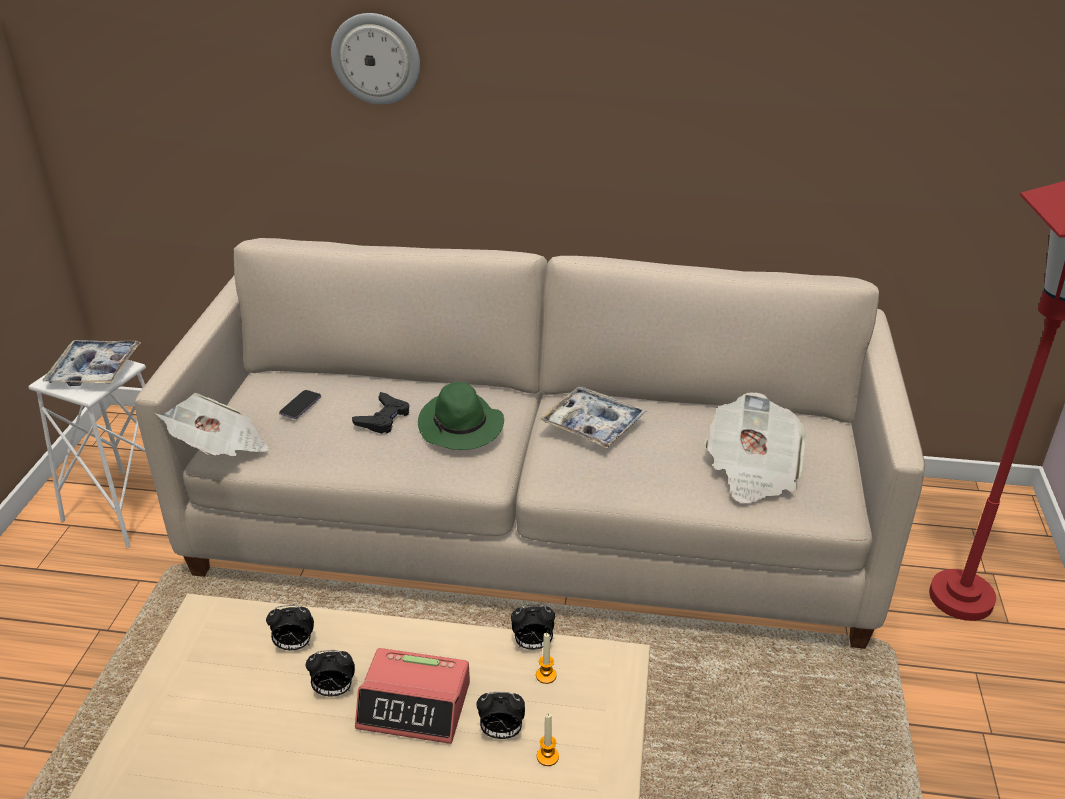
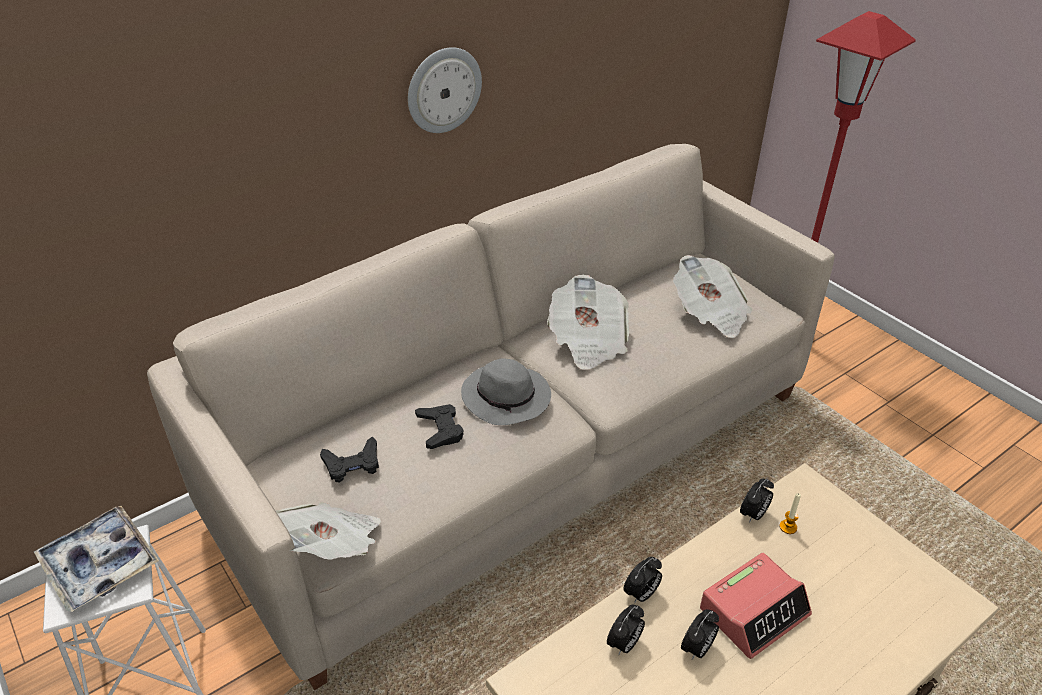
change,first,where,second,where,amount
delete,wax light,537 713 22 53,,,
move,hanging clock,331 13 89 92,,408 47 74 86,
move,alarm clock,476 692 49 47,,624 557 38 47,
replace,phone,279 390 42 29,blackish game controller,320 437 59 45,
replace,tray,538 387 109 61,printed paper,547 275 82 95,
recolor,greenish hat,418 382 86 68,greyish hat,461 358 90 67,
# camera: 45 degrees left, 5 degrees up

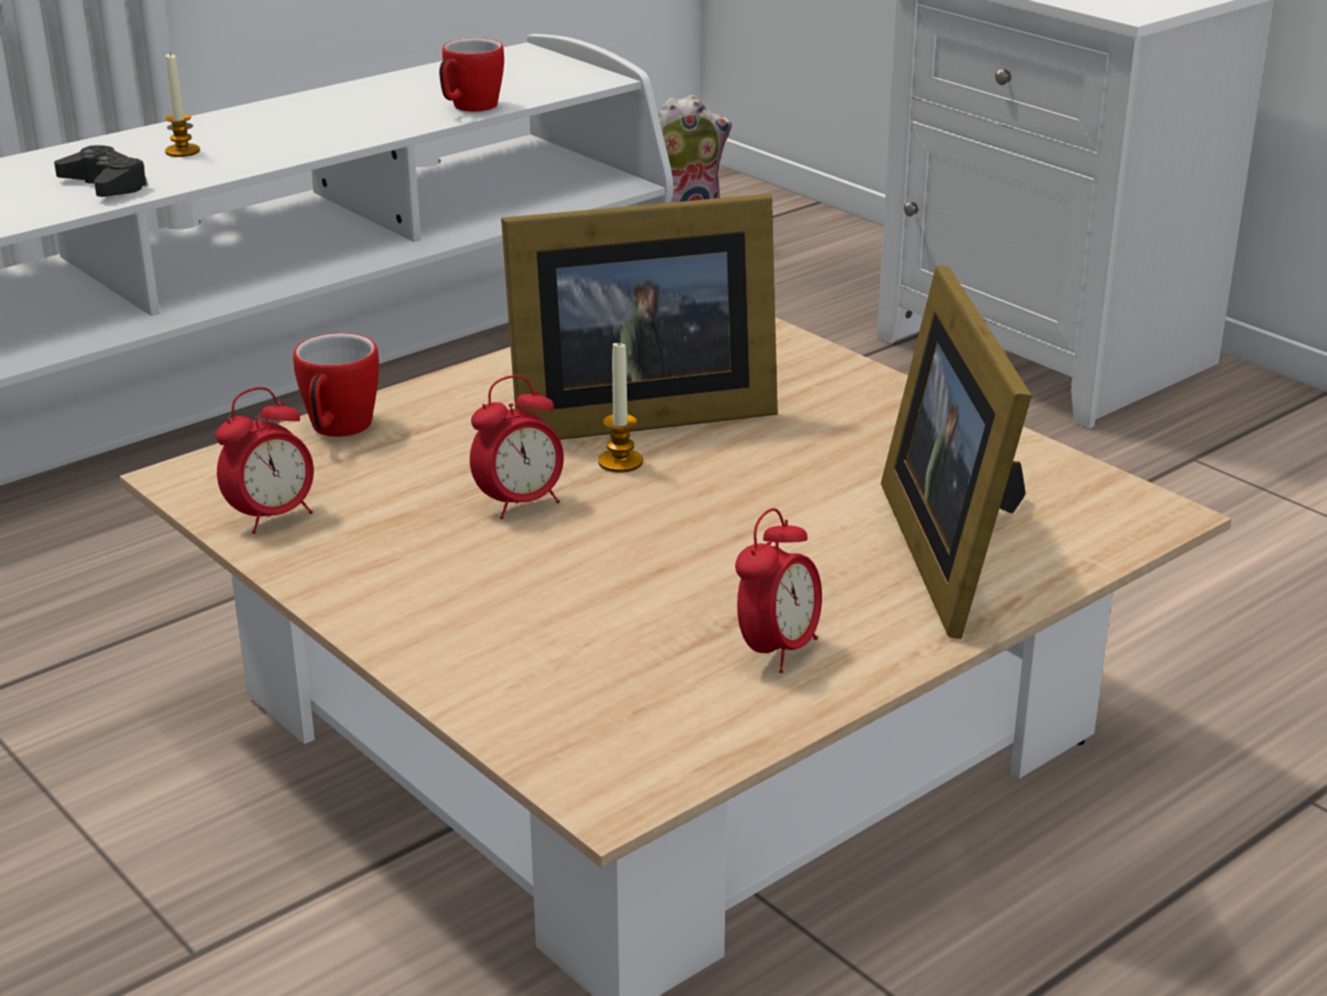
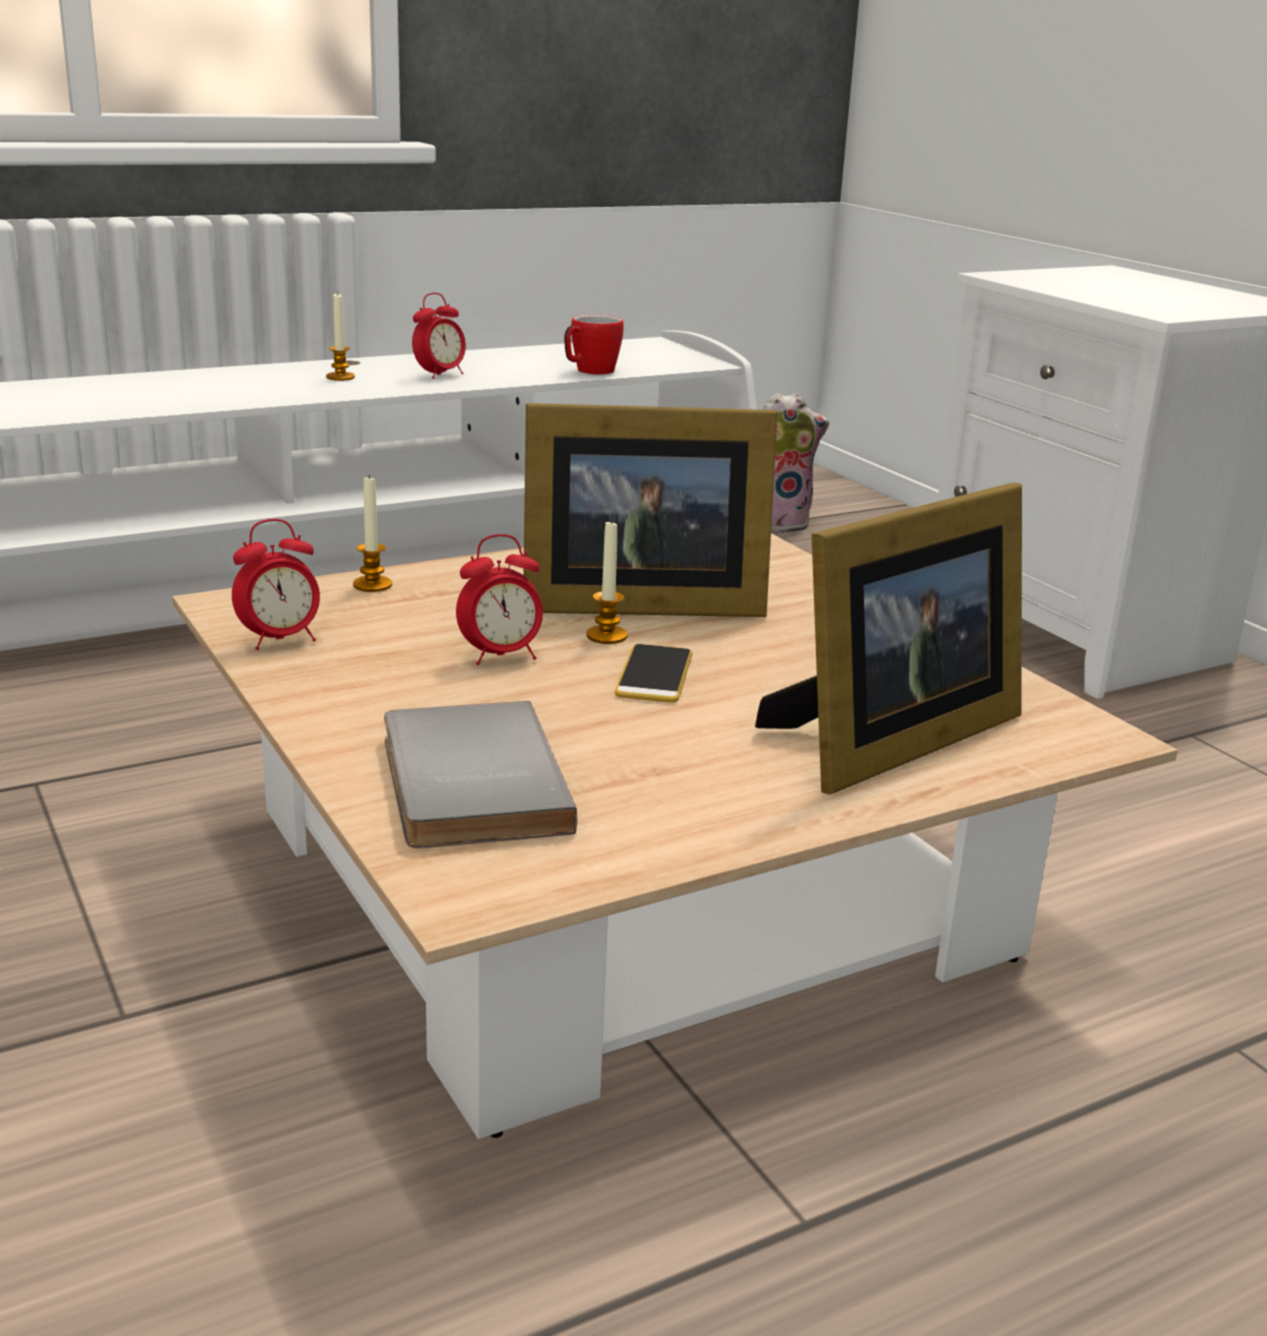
change,first,where,second,where,amount
delete,blackish game controller,54 145 94 52,,,
insert,,,greyish volume,384 701 194 147,
insert,,,phone,615 644 77 59,
move,alarm clock,735 508 87 165,,412 293 54 86,
replace,tea mug,293 333 86 104,wax light,353 475 39 117,
rotate,picture frame,881 265 151 374,,755 482 267 312,135 degrees counterclockwise
# camera: 10 degrees right, 5 degrees down

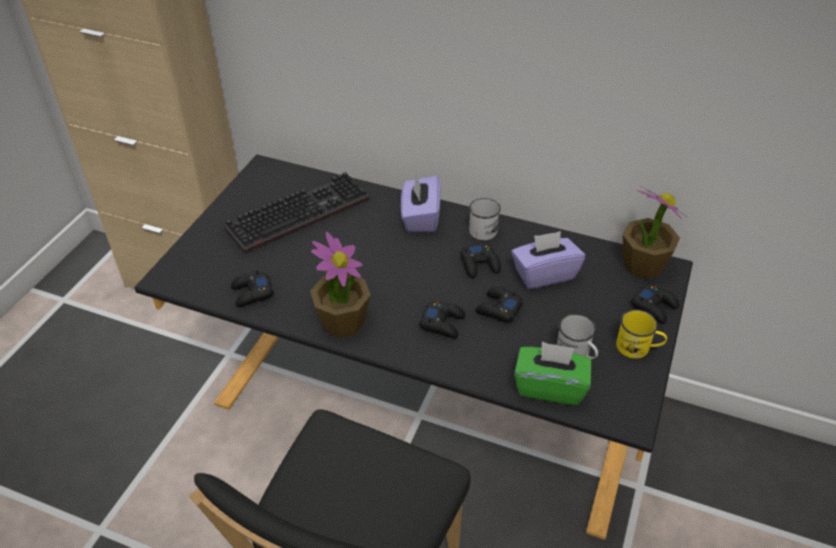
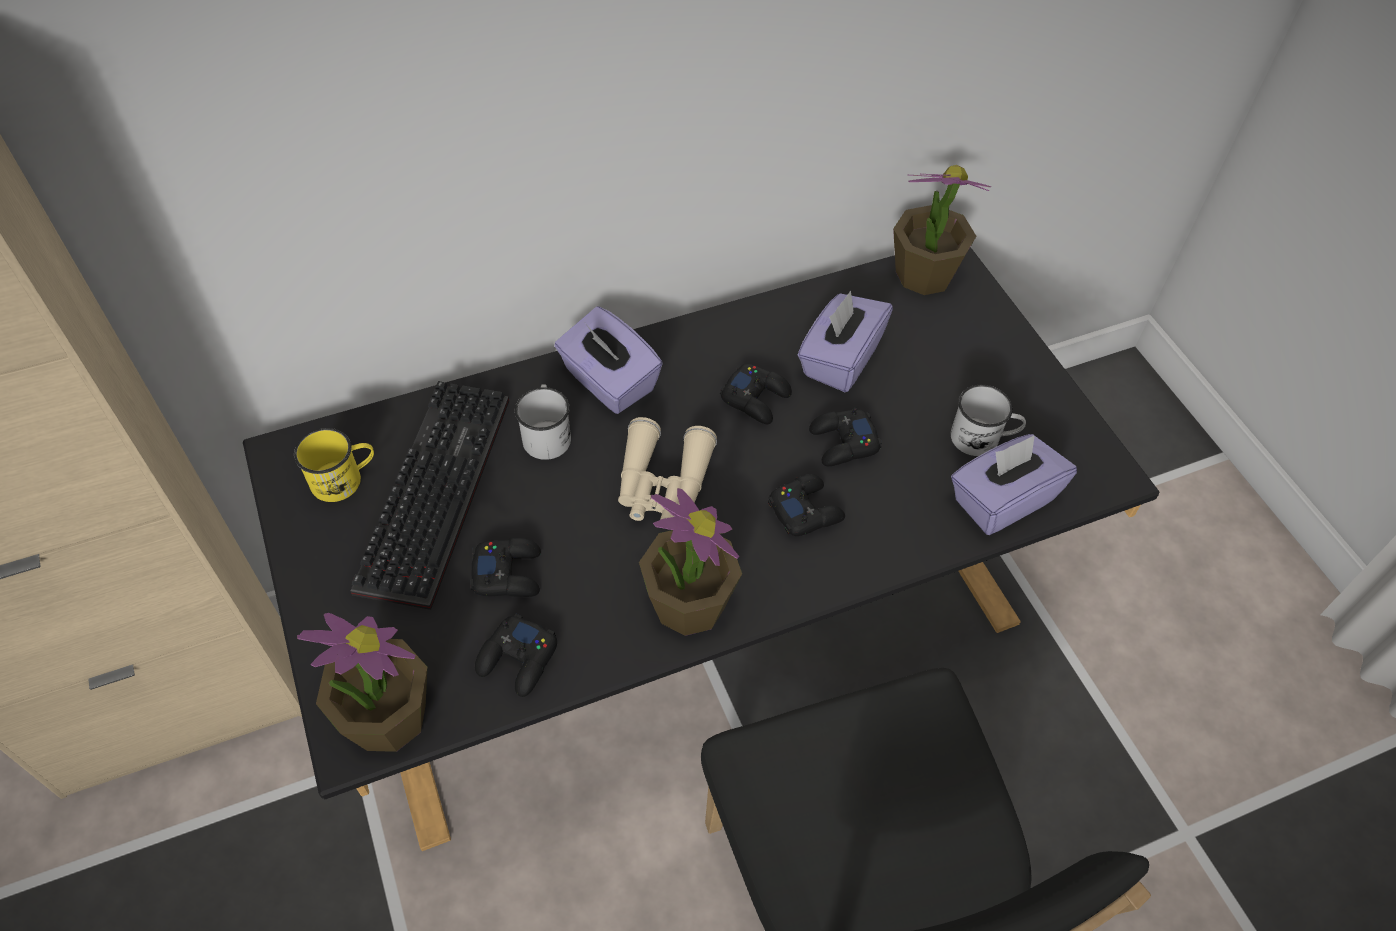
change,first,where,second,where,amount
insert,,,houseplant,297 613 130 139,
insert,,,beige-coloured pair of binoculars,618 417 99 104,
move,white tea mug,469 198 32 42,,515 384 56 76,
move,yellow tea mug,616 309 51 50,,294 428 80 74,
move,blackish game controller,631 284 48 40,,470 538 71 59,
recolor,greenish tissue box,514 341 77 64,purplish tissue box,951 434 126 101,
# camera: 45 degrees left, 10 degrees up

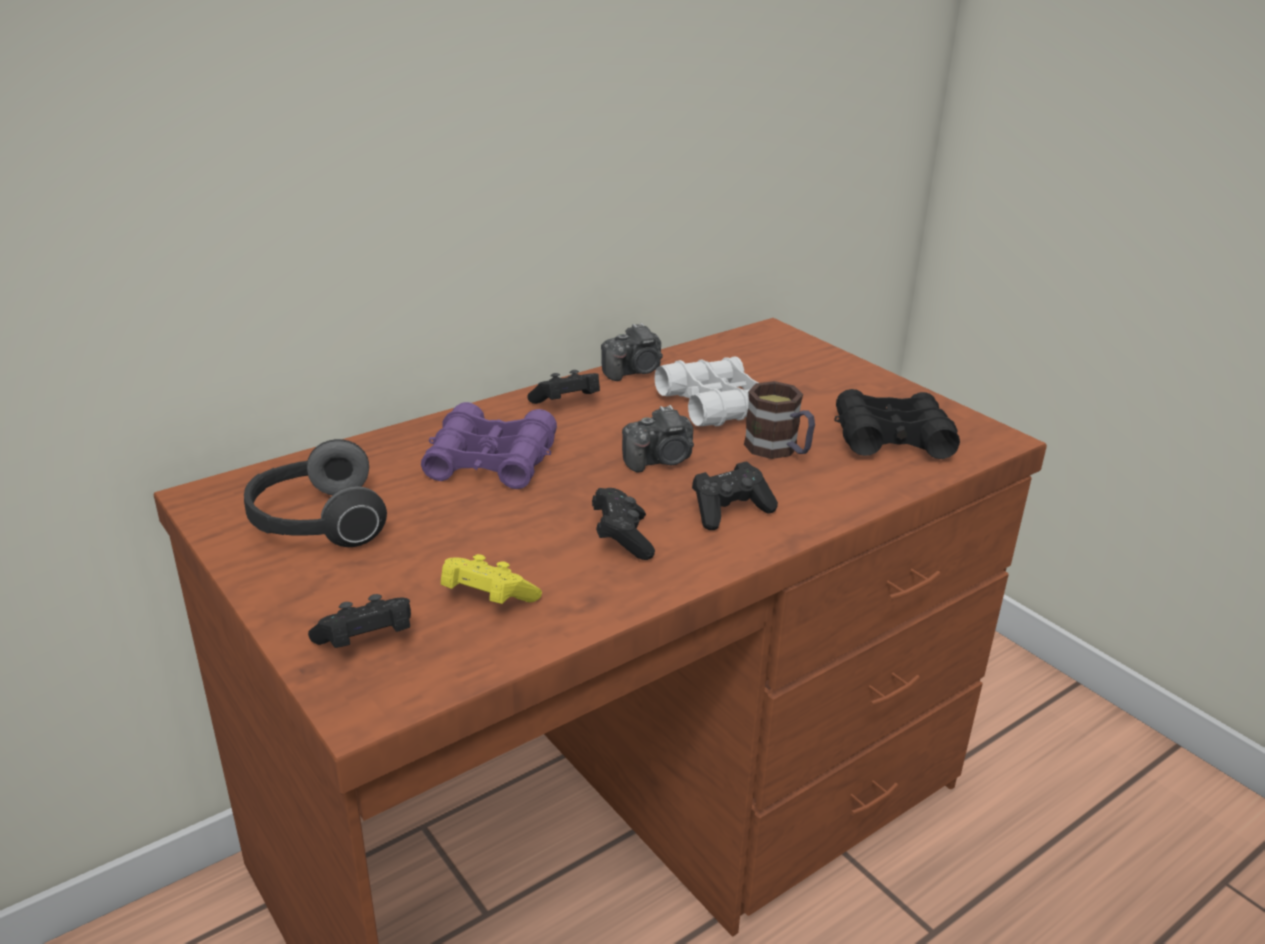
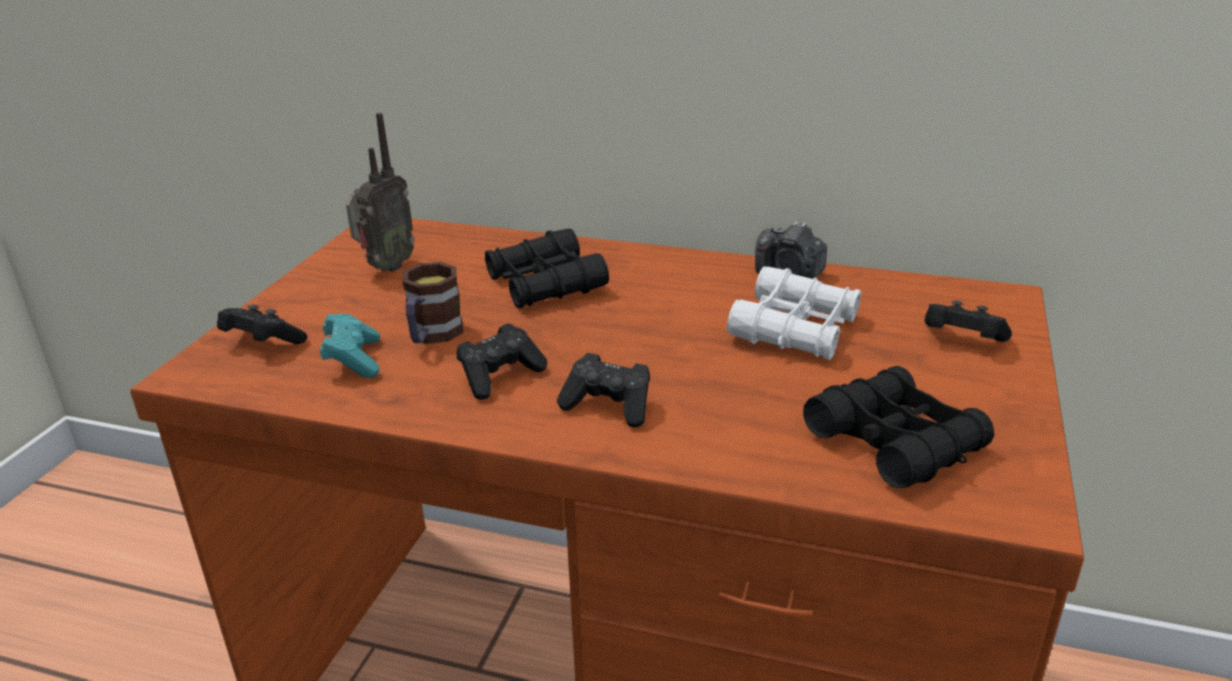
change,first,where,second,where,amount
delete,still camera,622 405 72 67,,,
move,blackish game controller,527 370 73 34,,925 301 87 41,
move,tea mug,744 381 71 78,,402 262 61 82,
replace,pair of headphones,244 439 143 108,radio,346 113 69 159,
recolor,purplish pair of binoculars,421 402 136 87,blackish pair of binoculars,485 228 124 81,
recolor,yellow game controller,441 554 101 50,turquoise-coloured game controller,320 314 60 64,
# camera: 55 degrees right, 0 degrees up

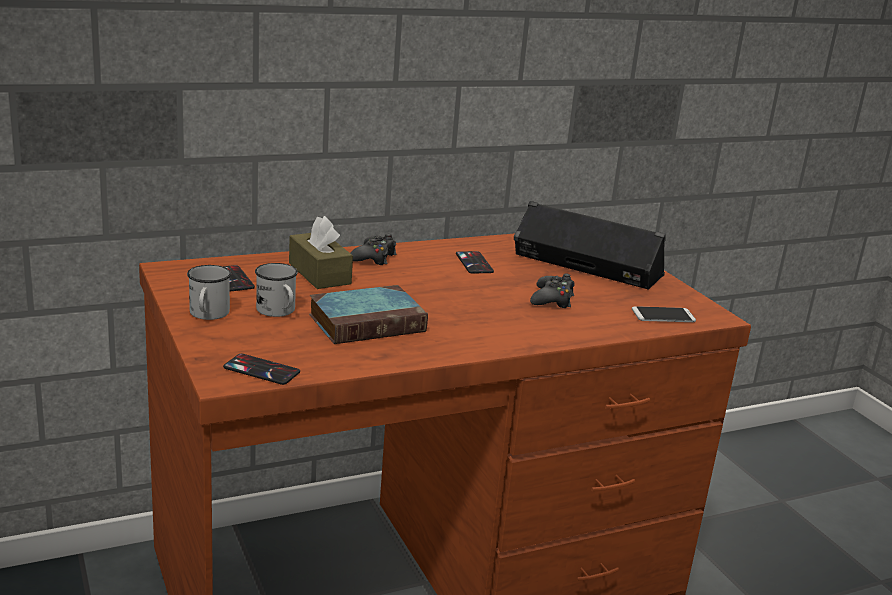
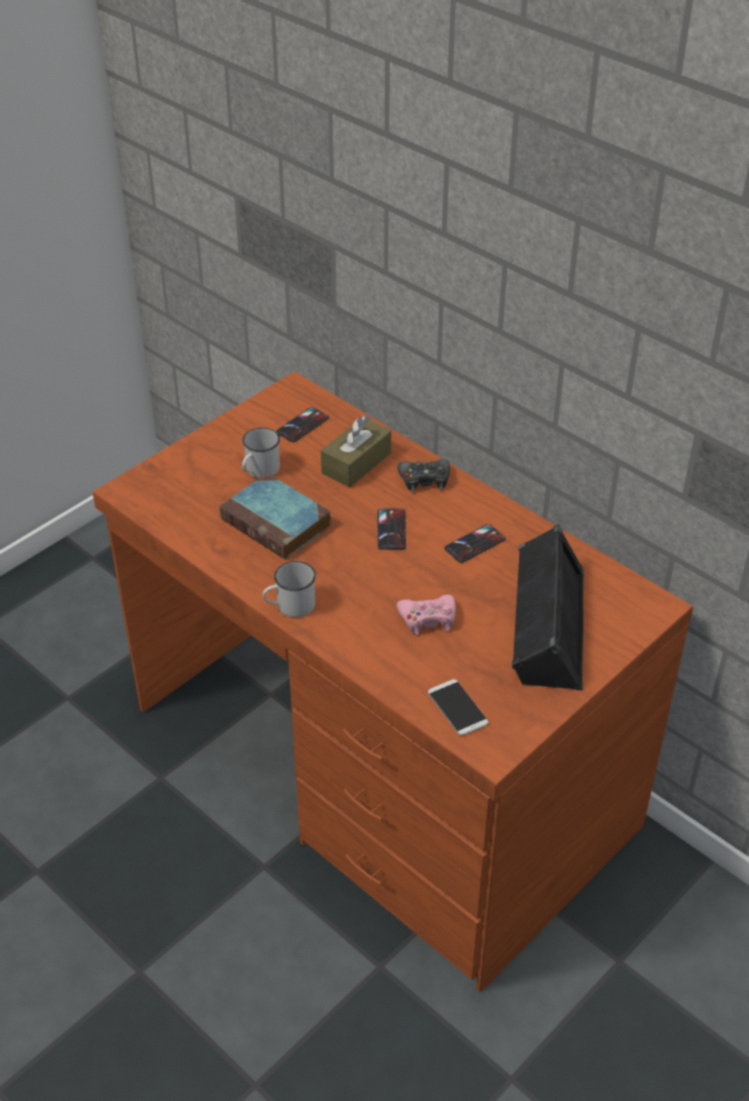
change,first,where,second,where,amount
move,white tea mug,187 265 44 55,,263 561 53 56,
move,phone,223 354 77 31,,377 509 29 41,
recolor,blackish game controller,530 274 44 34,pink-coloured game controller,397 595 59 40,
# camera: 70 degrees right, 20 degrees up

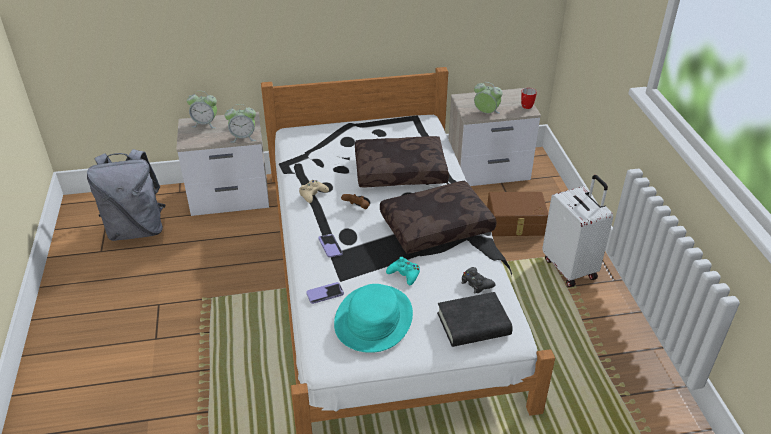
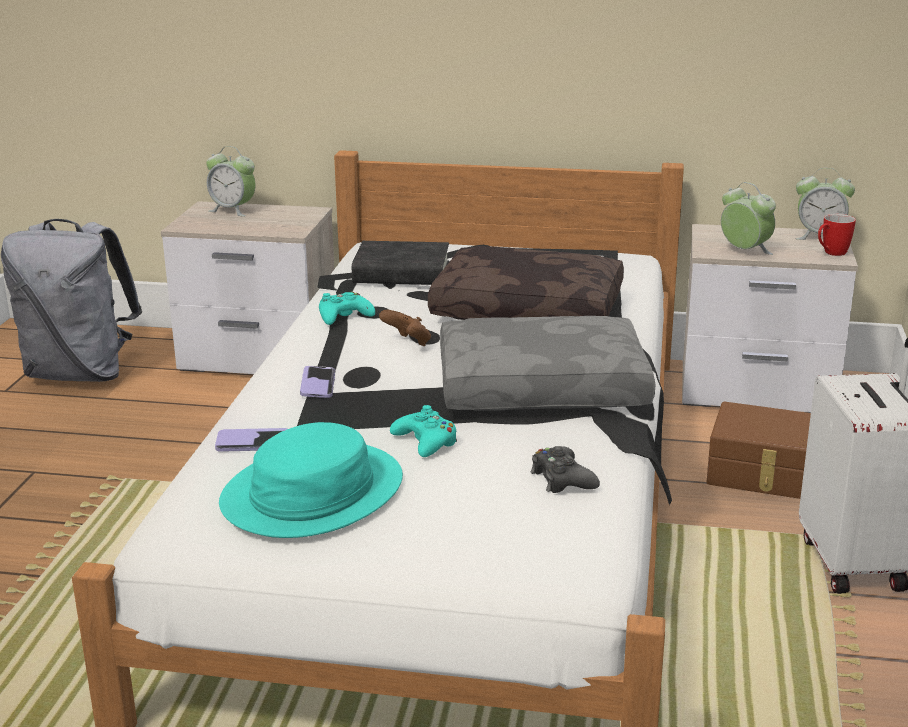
change,first,where,second,where,amount
move,alarm clock,225 104 31 39,,796 168 59 72,
move,blackish volume,437 292 76 55,,352 241 97 44,
recolor,beige-coloured game controller,299 180 30 23,turquoise-coloured game controller,319 291 56 34,
recolor,brownish throw pillow,380 181 117 73,greyish throw pillow,440 316 216 95,
# camera: 20 degrees right, 15 degrees down

